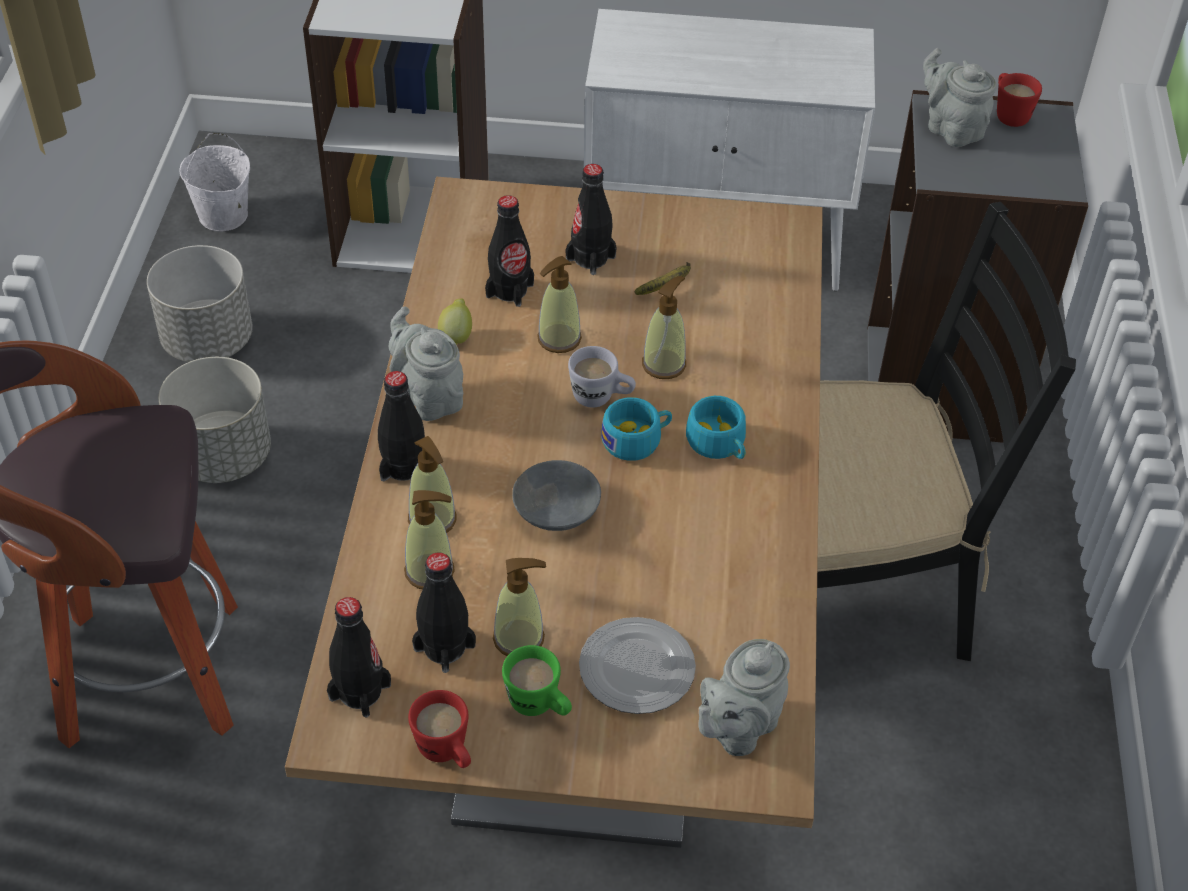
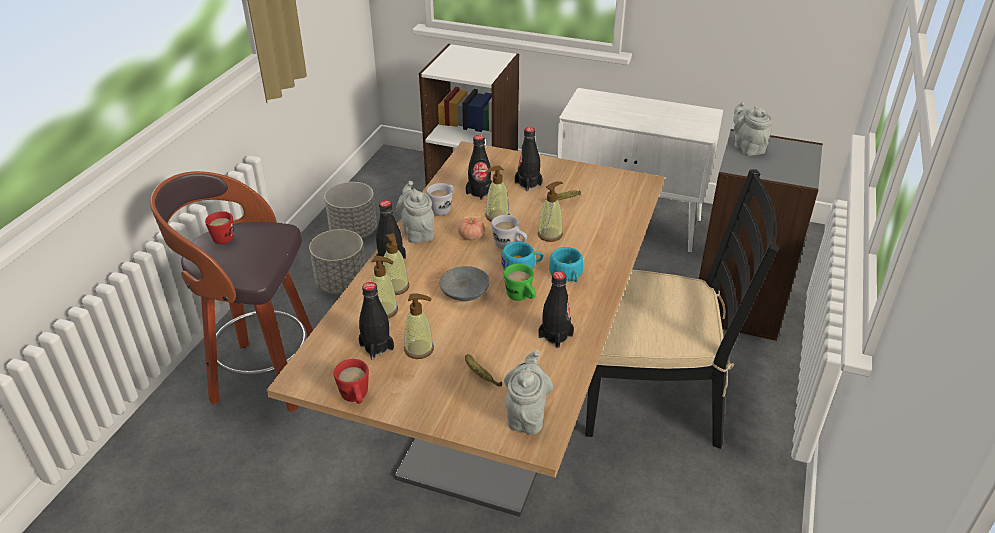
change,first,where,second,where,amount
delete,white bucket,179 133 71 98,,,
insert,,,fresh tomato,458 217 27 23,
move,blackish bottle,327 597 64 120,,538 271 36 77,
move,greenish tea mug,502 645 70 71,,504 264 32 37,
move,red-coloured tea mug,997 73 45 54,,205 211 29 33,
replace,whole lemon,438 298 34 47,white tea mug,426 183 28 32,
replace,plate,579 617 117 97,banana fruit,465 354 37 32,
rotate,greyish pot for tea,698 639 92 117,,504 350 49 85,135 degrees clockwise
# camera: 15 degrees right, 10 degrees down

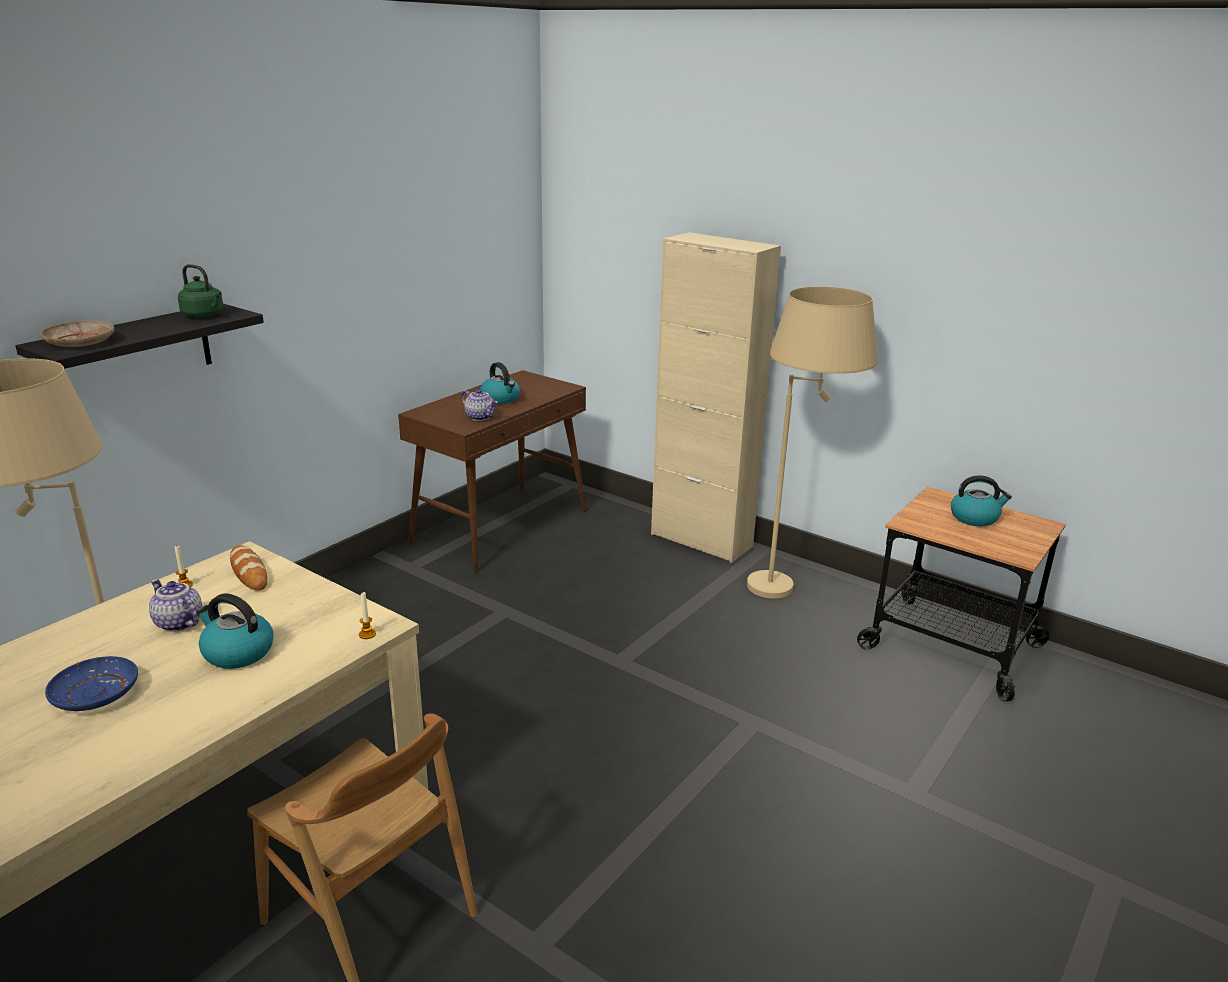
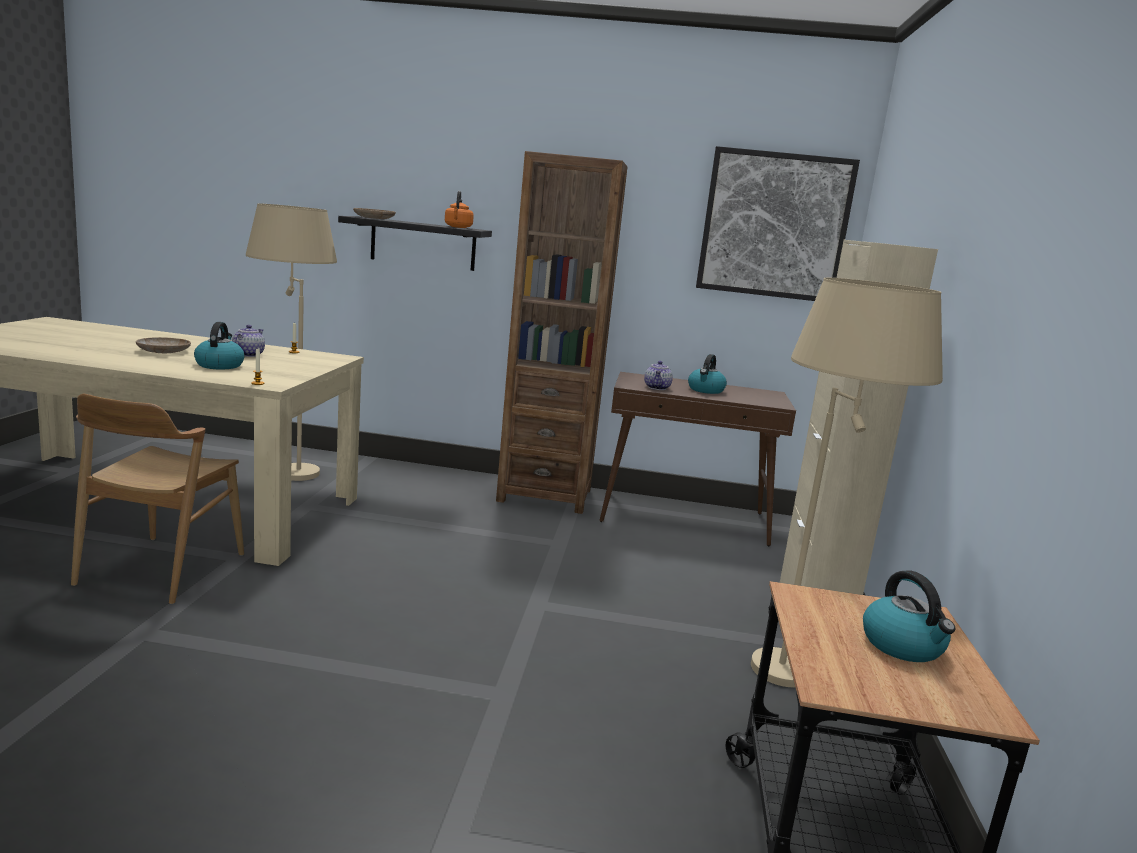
change,first,where,second,where,amount
delete,bread,230 545 38 46,,,
insert,,,brownish bookcase,496 151 132 363,
insert,,,picture,696 146 164 155,
recolor,bluish plate,45 656 93 55,beige-coloured plate,136 337 55 16,
recolor,greenish kettle,178 264 45 54,orange kettle,445 191 29 37,
# camera: 60 degrees right, 10 degrees down

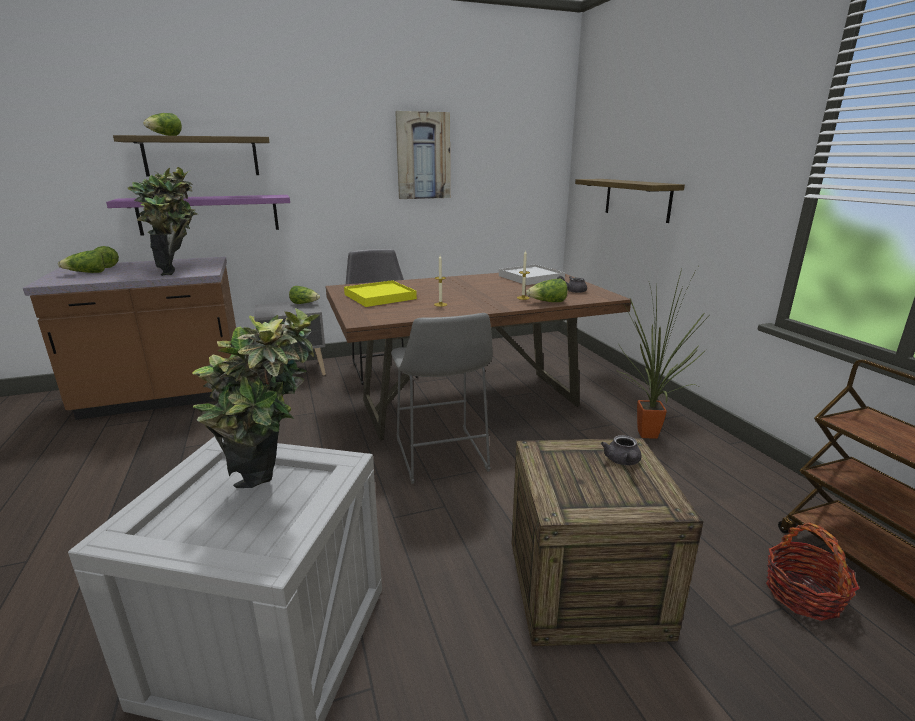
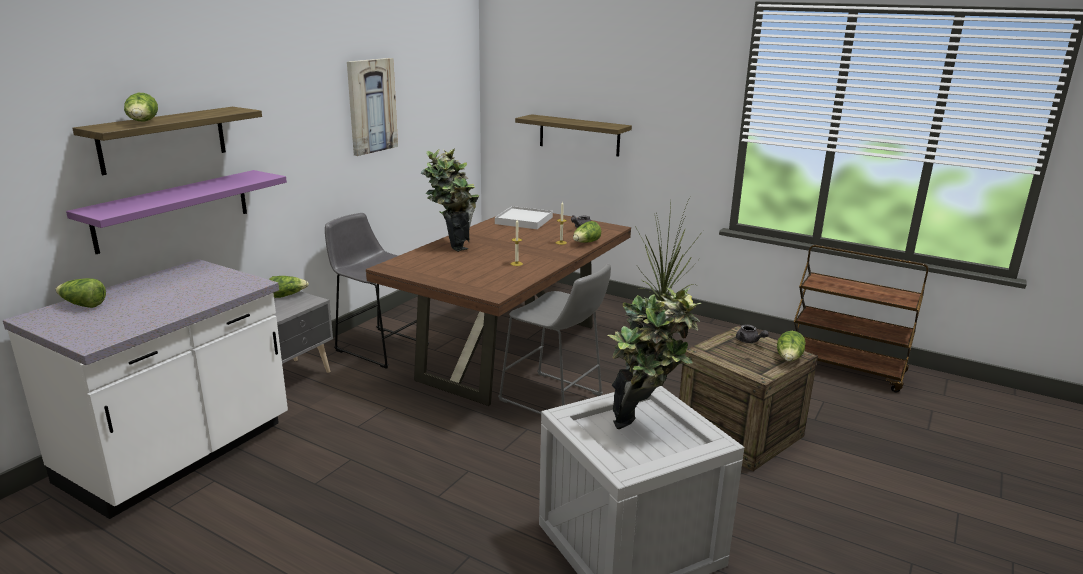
change,first,where,second,where,amount
delete,yellow tray,344 280 73 27,,,
delete,storage basket,766 522 94 99,,,
move,head of lettuce,58 250 47 23,,777 331 29 30,
move,houseplant,128 167 70 109,,421 148 58 104,
recolor,brownish kitchen base unit,23 257 213 163,white kitchen base unit,3 259 285 260,
# camera: 40 degrees left, 0 degrees up

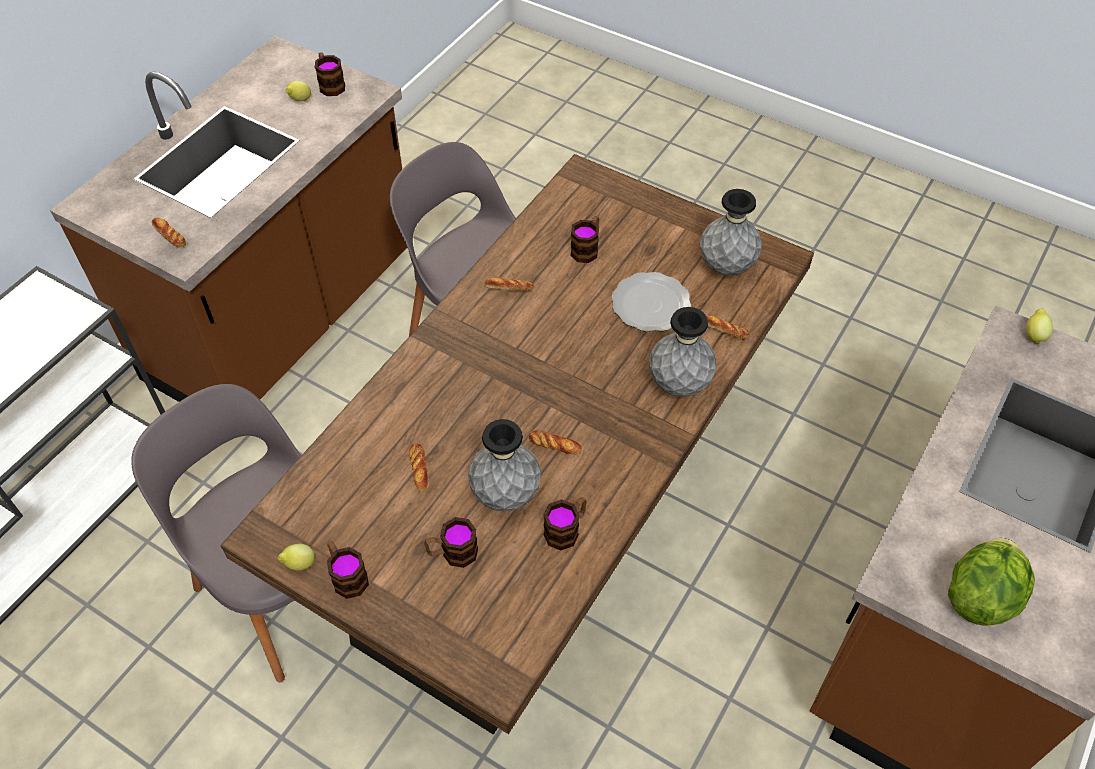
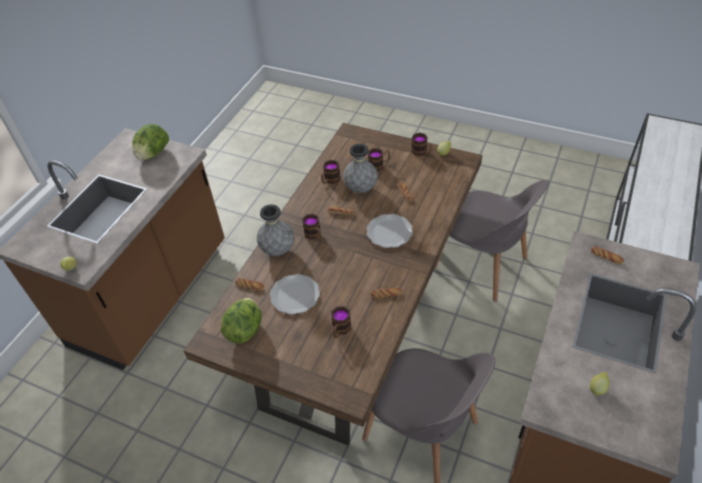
change,first,where,second,where,amount
insert,,,plate,366 214 47 34,
move,tea mug,315 52 30 44,,302 213 19 27,
replace,greyish vase,700 189 62 87,head of lettuce,221 298 41 46,
# camera: 175 degrees right, 5 degrees down

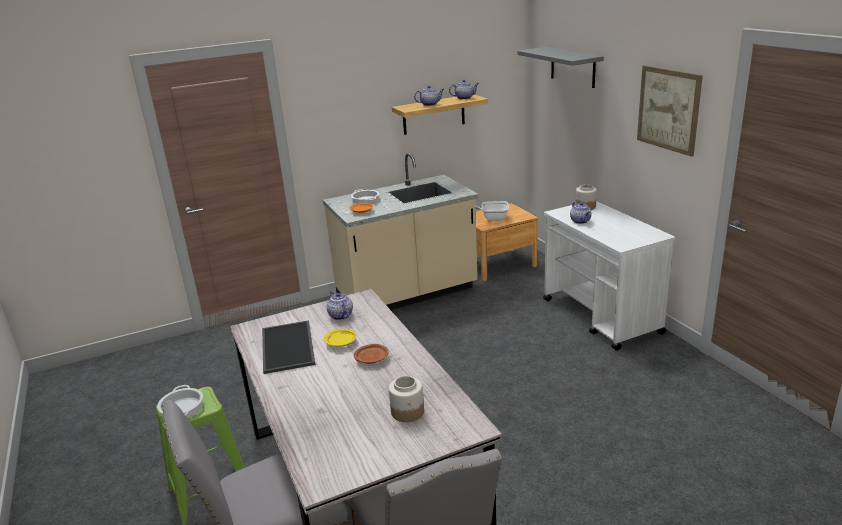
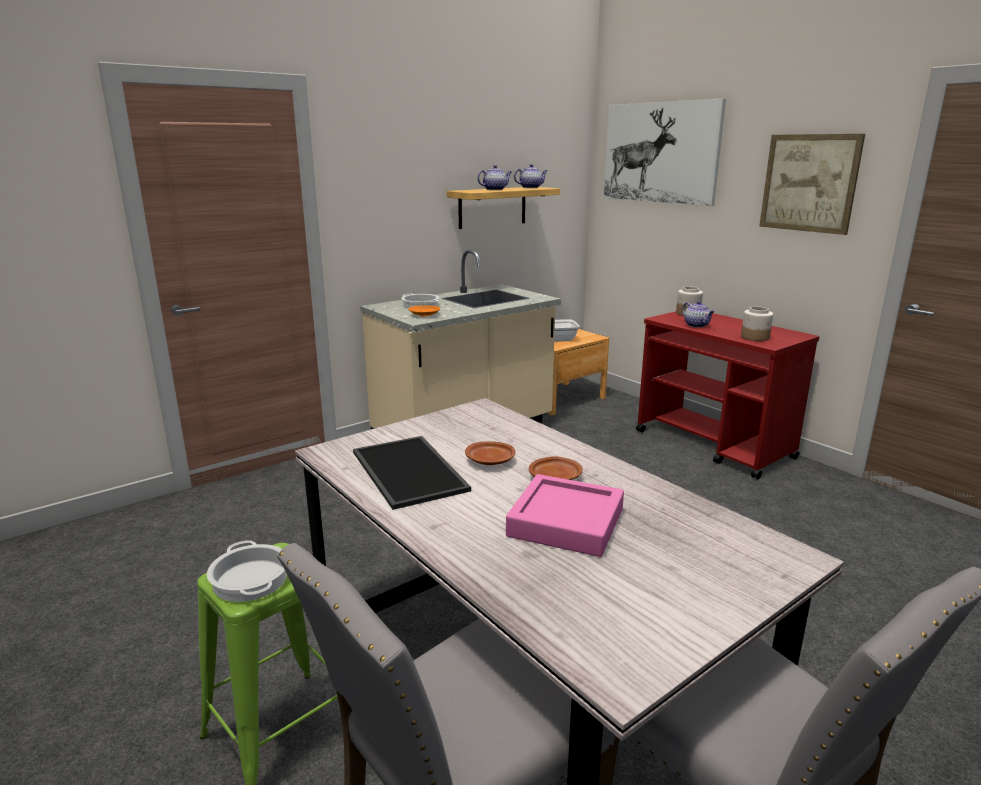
change,first,where,second,where,amount
delete,pot for tea,326 291 27 29,,,
insert,,,pink-coloured tray,506 474 118 83,
move,storage jar,389 376 35 46,,741 306 32 35,
replace,greyish bracket shelf,517 47 87 41,picture,604 99 122 107,
recolor,yellow plate,324 329 32 18,brownish plate,465 441 50 24,
recolor,white trolley,543 201 132 150,red-coloured trolley,636 311 184 168,
# camera: 15 degrees left, 5 degrees down

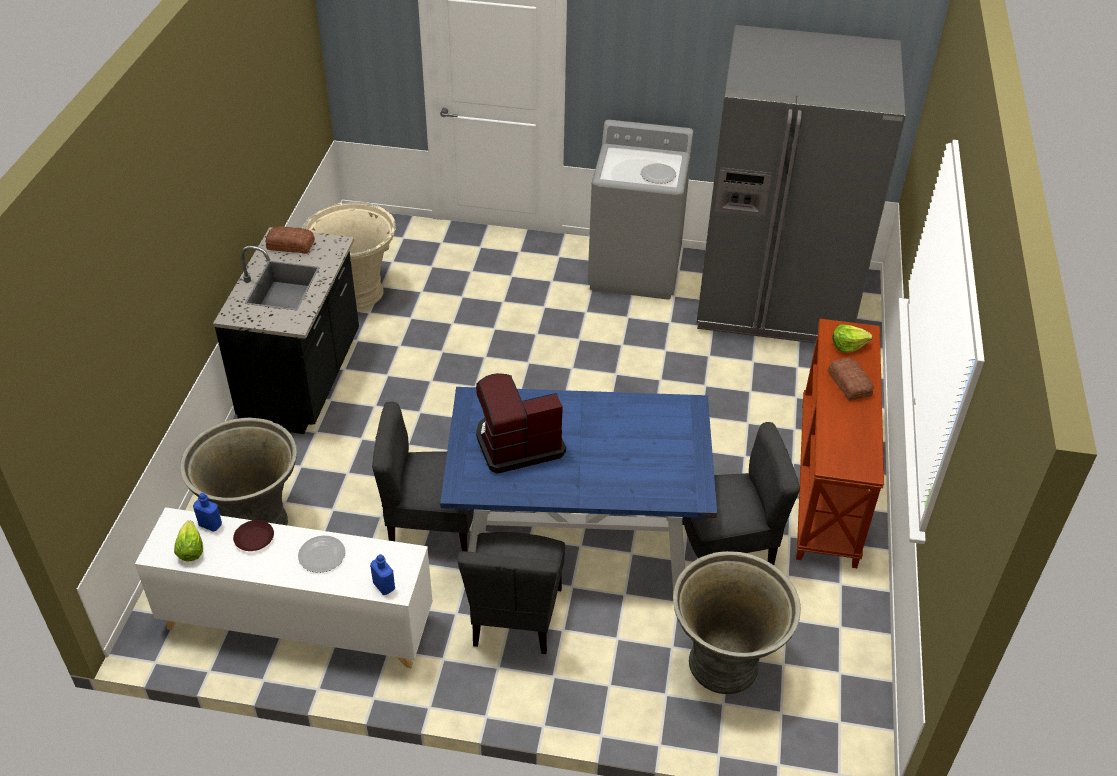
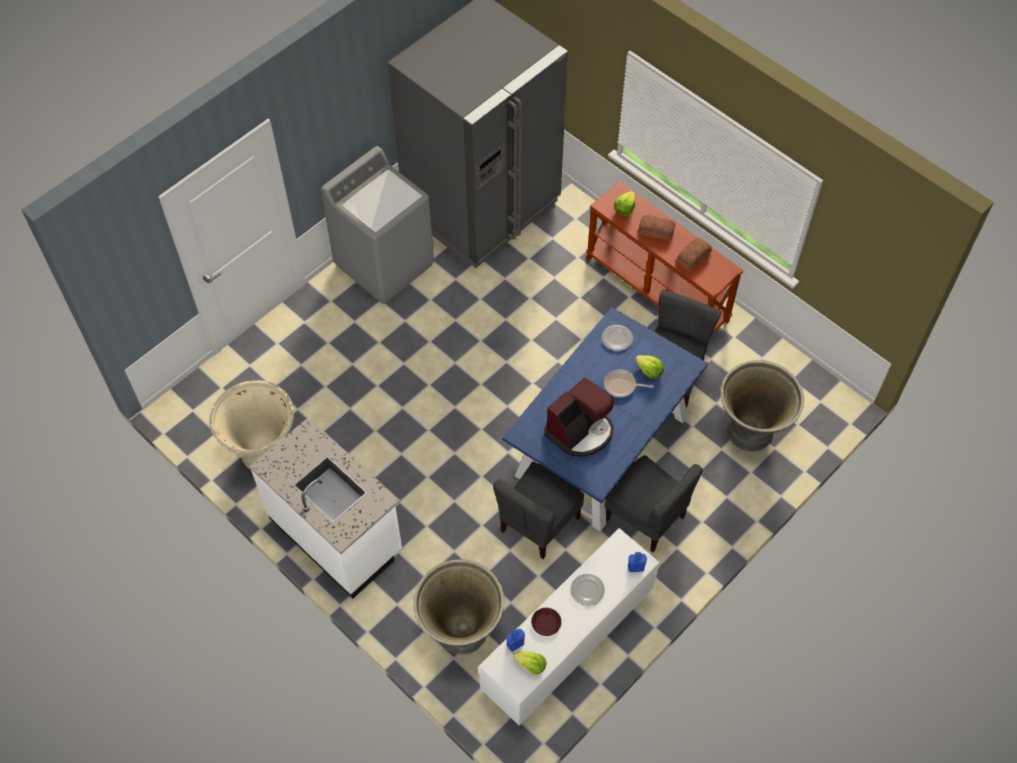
change,first,where,second,where,amount
insert,,,frying pan,604 369 50 28,
insert,,,head of lettuce,635 355 29 23,
move,bread,266 226 49 28,,676 238 36 33,
move,plate,641 163 35 21,,602 325 31 26,
recolor,blackish kitchen base unit,213 227 146 207,white kitchen base unit,249 417 153 182,
rotate,coffee machine,476 373 90 101,,544 378 70 79,150 degrees counterclockwise
# camera: 55 degrees left, 15 degrees up

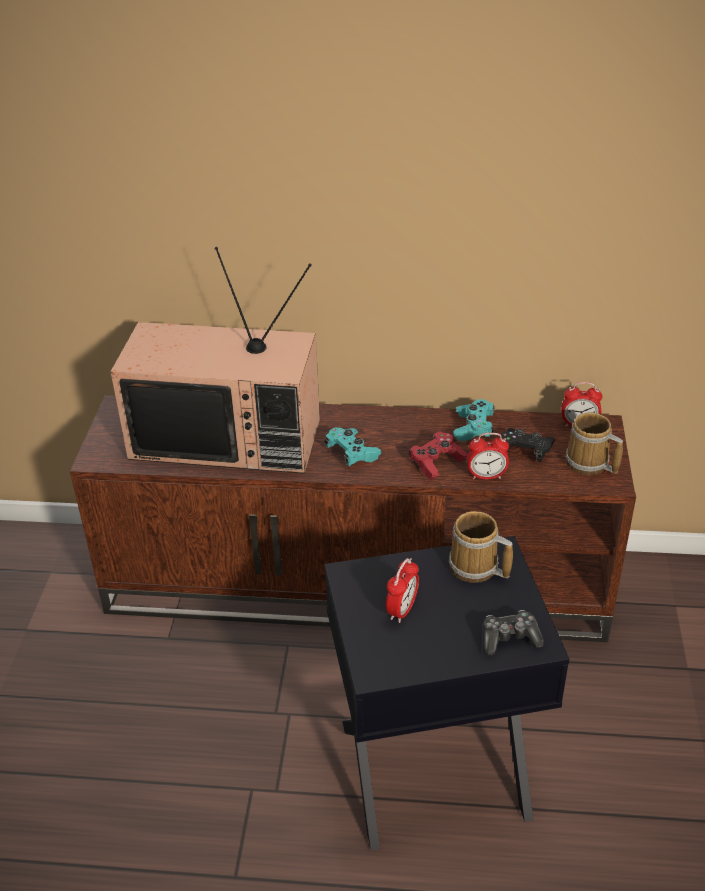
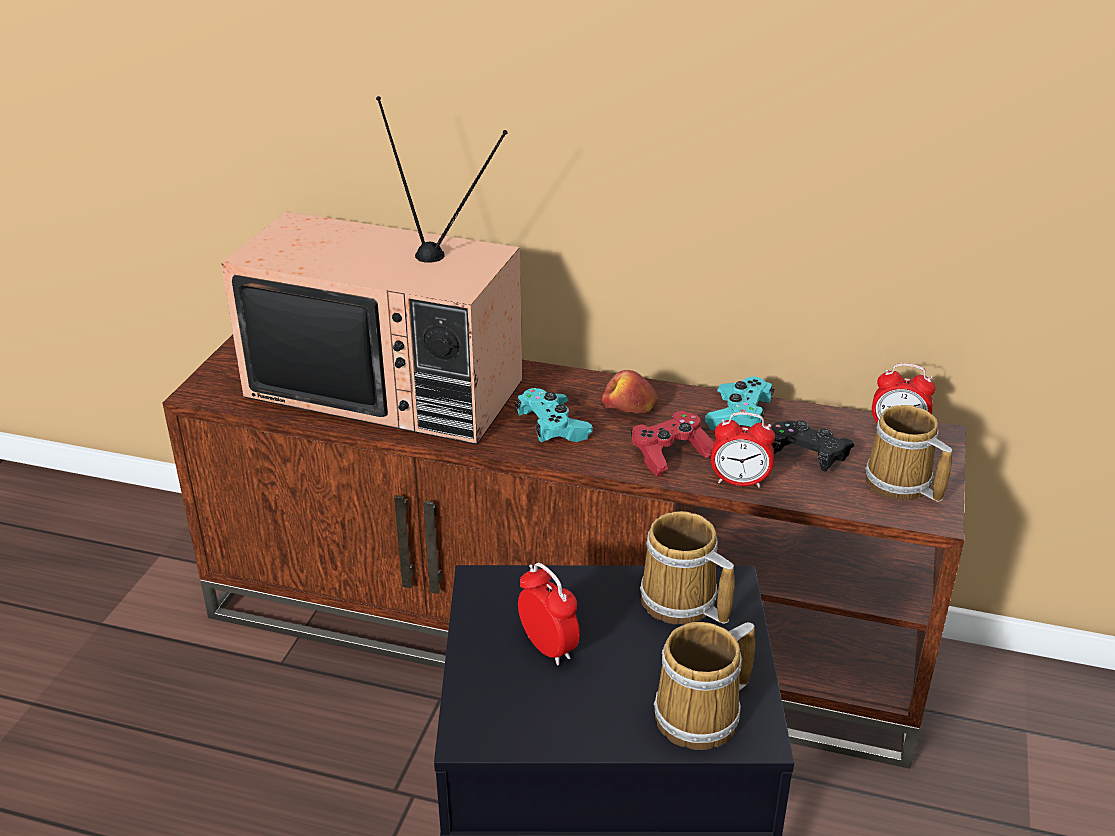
change,first,where,second,where,amount
insert,,,apple fruit,601 370 57 43,
replace,game controller,483 610 61 46,tea mug,654 622 101 128,
rotate,alarm clock,386 558 33 65,,518 563 62 102,75 degrees counterclockwise
# camera: 10 degrees right, 5 degrees down

